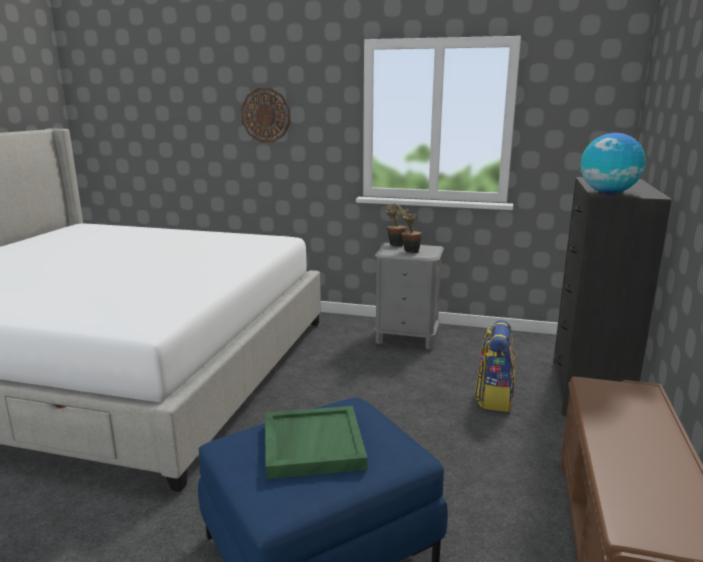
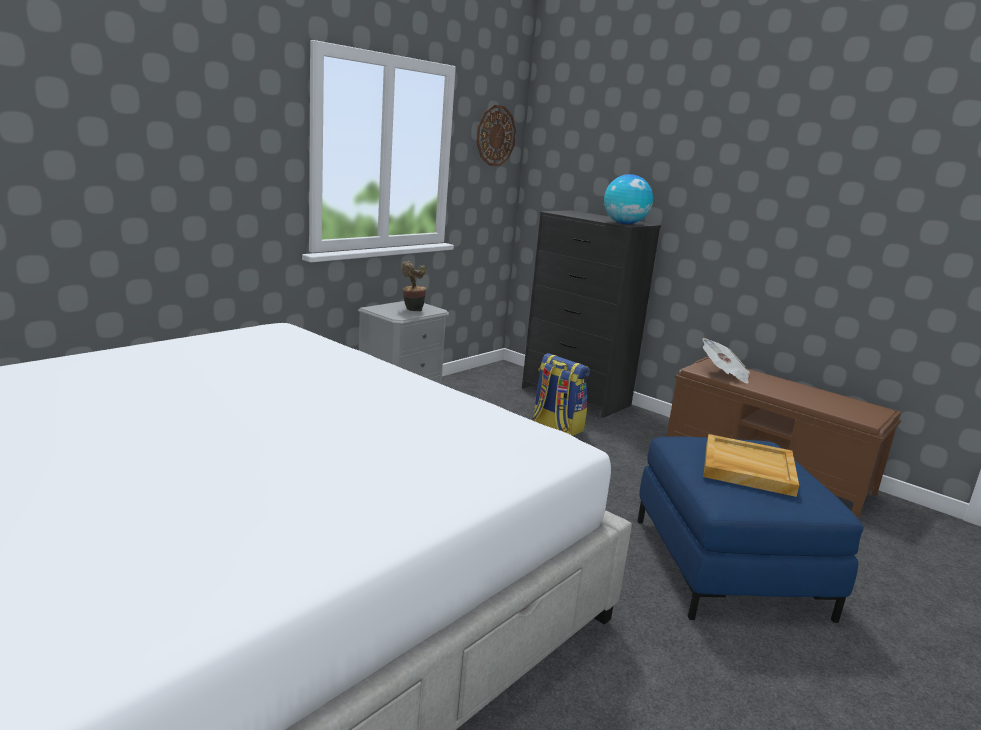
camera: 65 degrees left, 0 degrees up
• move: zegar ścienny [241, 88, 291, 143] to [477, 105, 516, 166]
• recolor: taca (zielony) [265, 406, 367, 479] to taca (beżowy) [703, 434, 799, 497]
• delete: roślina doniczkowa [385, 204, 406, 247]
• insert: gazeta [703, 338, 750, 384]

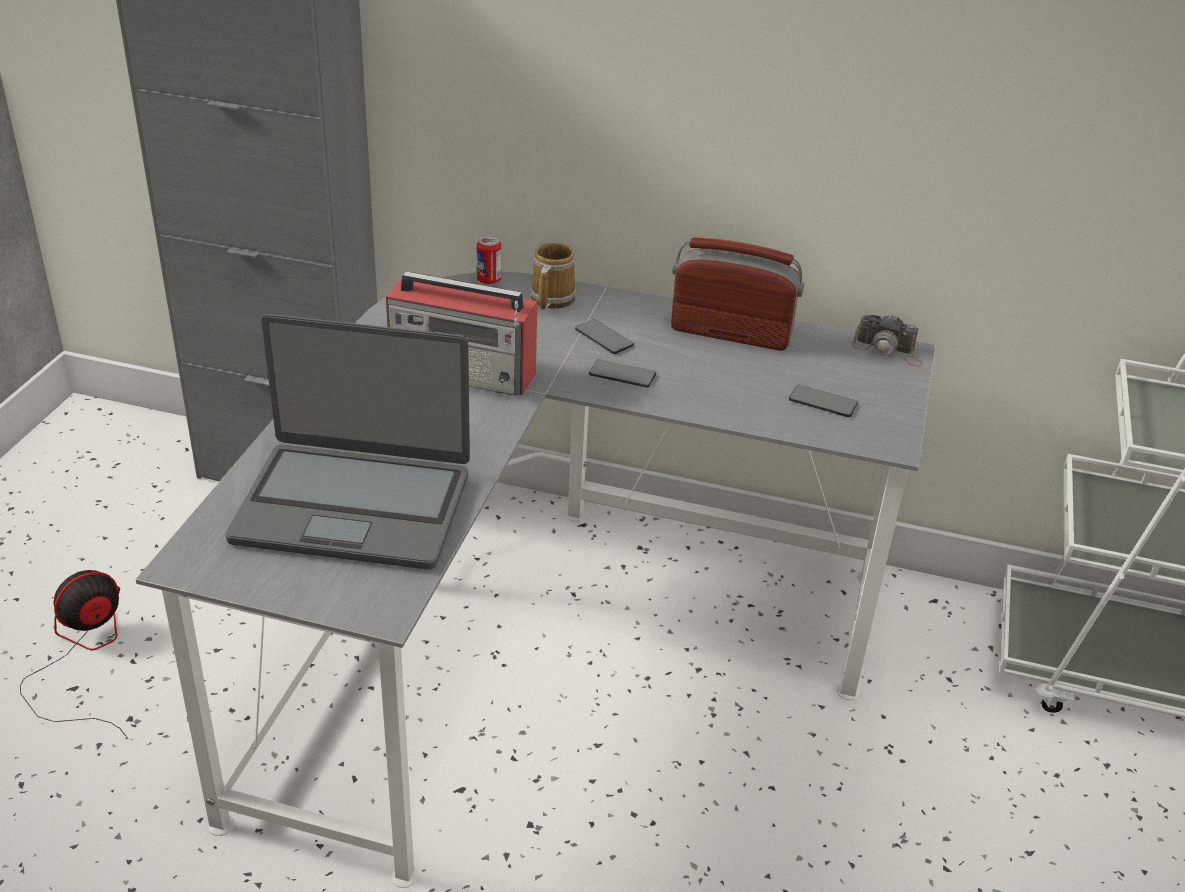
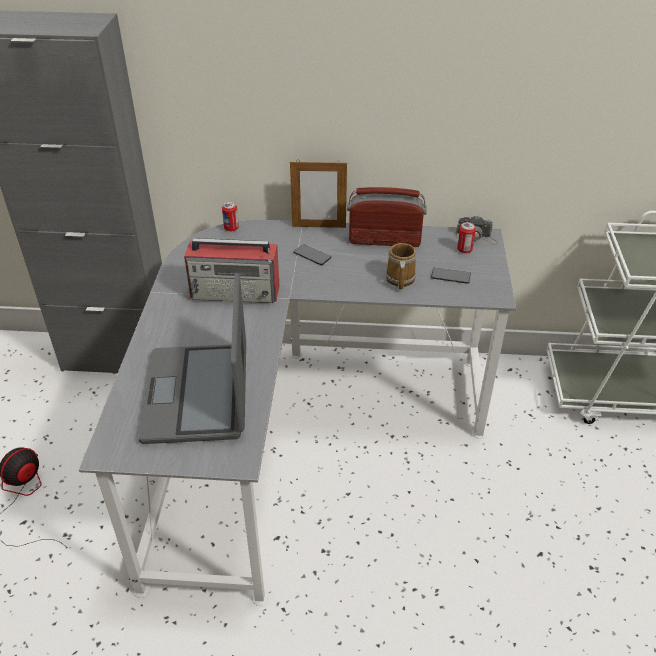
camera: 10 degrees left, 5 degrees up
• rotate: laptop [225, 314, 470, 570] = [138, 273, 246, 444] 90 degrees clockwise
• move: kubek [531, 242, 576, 310] to [386, 243, 416, 290]
• delete: telefon [589, 359, 656, 388]
• insert: ramka na zdjęcie [290, 159, 347, 228]
• insert: puszka [457, 222, 476, 253]

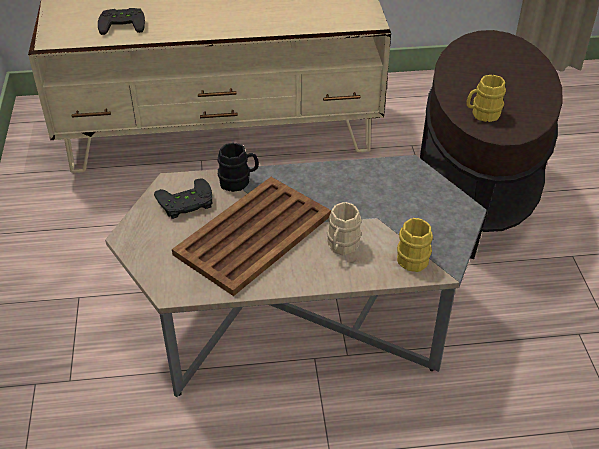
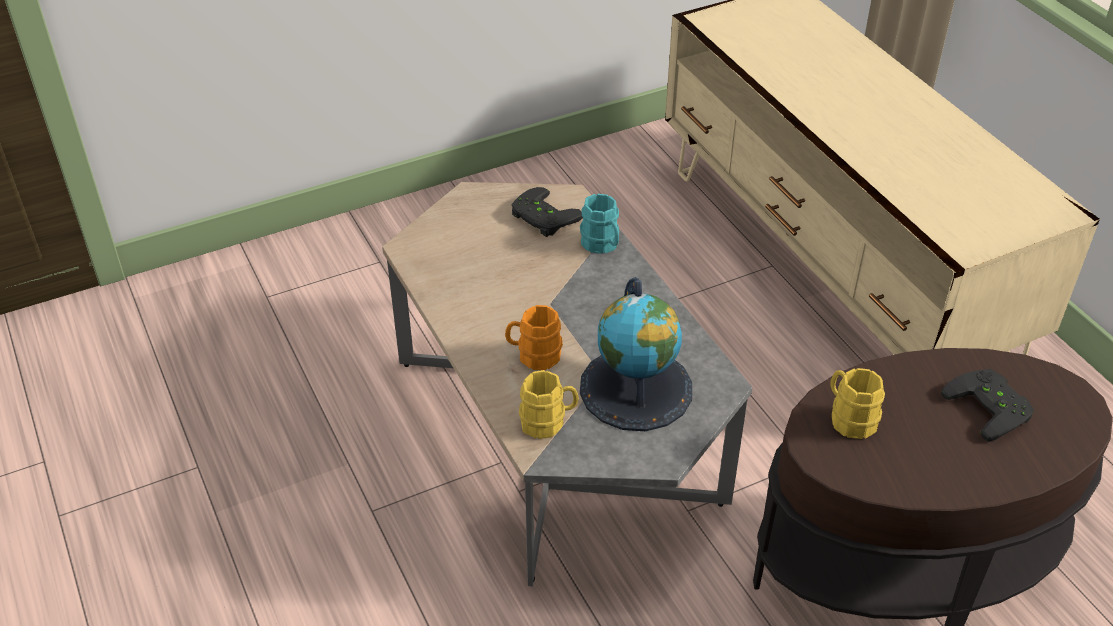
camera: 70 degrees right, 0 degrees up
• move: pad do gier (czarny) [98, 8, 145, 35] to [941, 369, 1034, 442]
• delete: taca (brązowy) [172, 177, 331, 296]
• recolor: kubek (czarny) [218, 143, 259, 192] to kubek (turkusowy) [580, 194, 619, 254]
• recolor: kubek (beżowy) [327, 202, 362, 256] to kubek (pomarańczowy) [505, 305, 563, 370]
• insert: globus [580, 277, 692, 431]

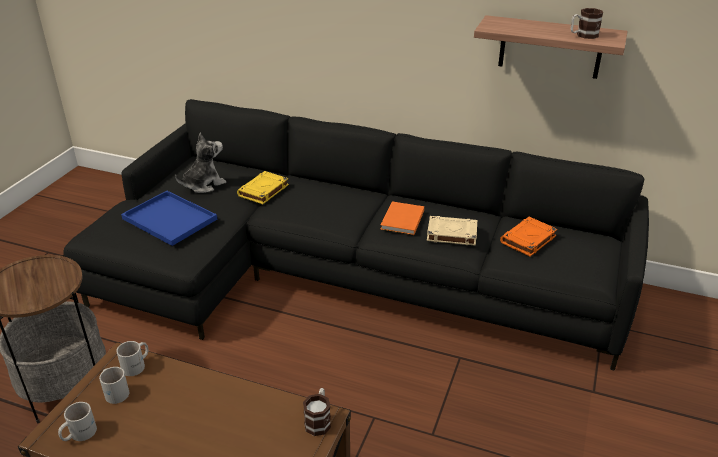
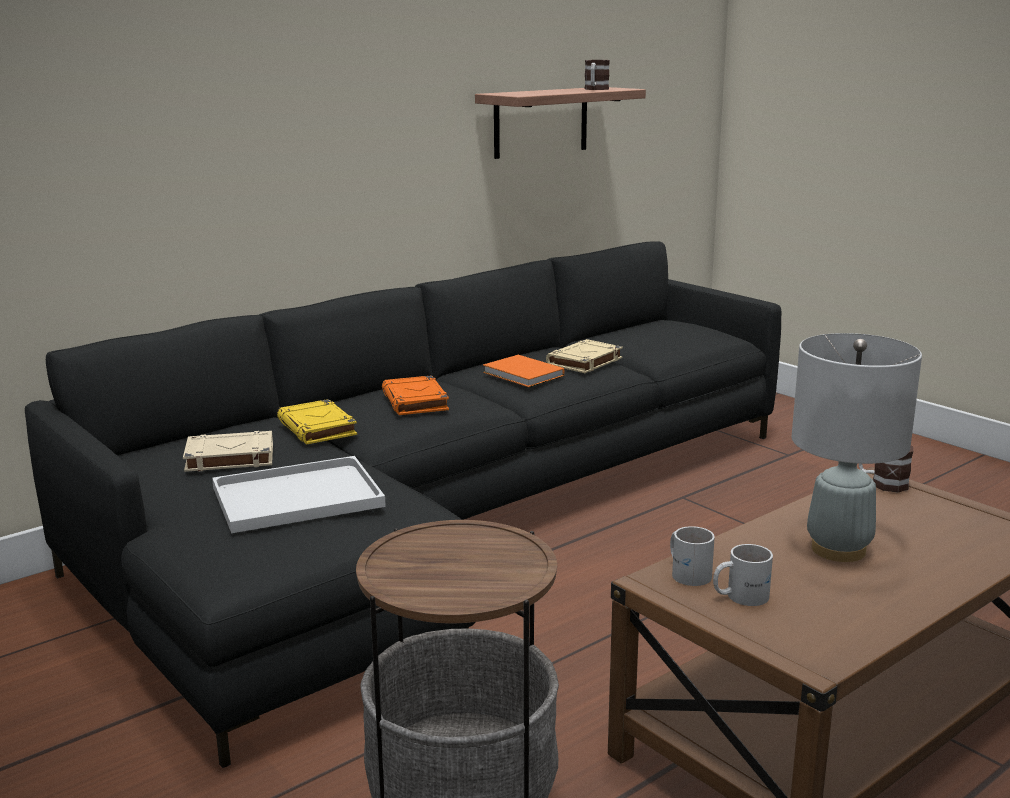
camera: 60 degrees left, 15 degrees down
• delete: kubek (biały) [58, 402, 97, 441]
• recolor: taca (niebieski) [121, 191, 217, 246] to taca (biały) [212, 456, 386, 533]
• replace: pluszak [175, 133, 226, 193] to książka (beżowy) [183, 431, 273, 472]
• move: książka (pomarańczowy) [500, 217, 557, 256] to [382, 375, 449, 415]
• insert: lampa stołowa (szary) [792, 333, 922, 562]

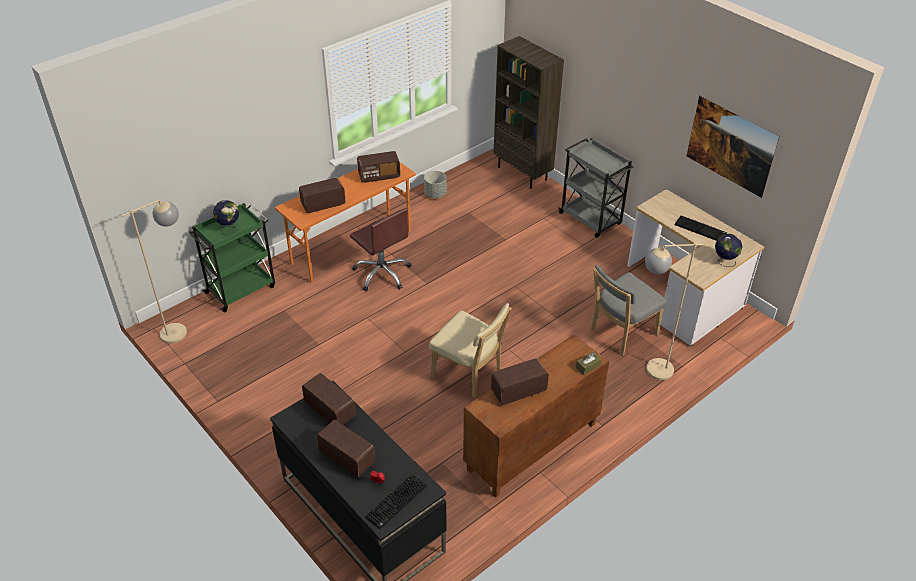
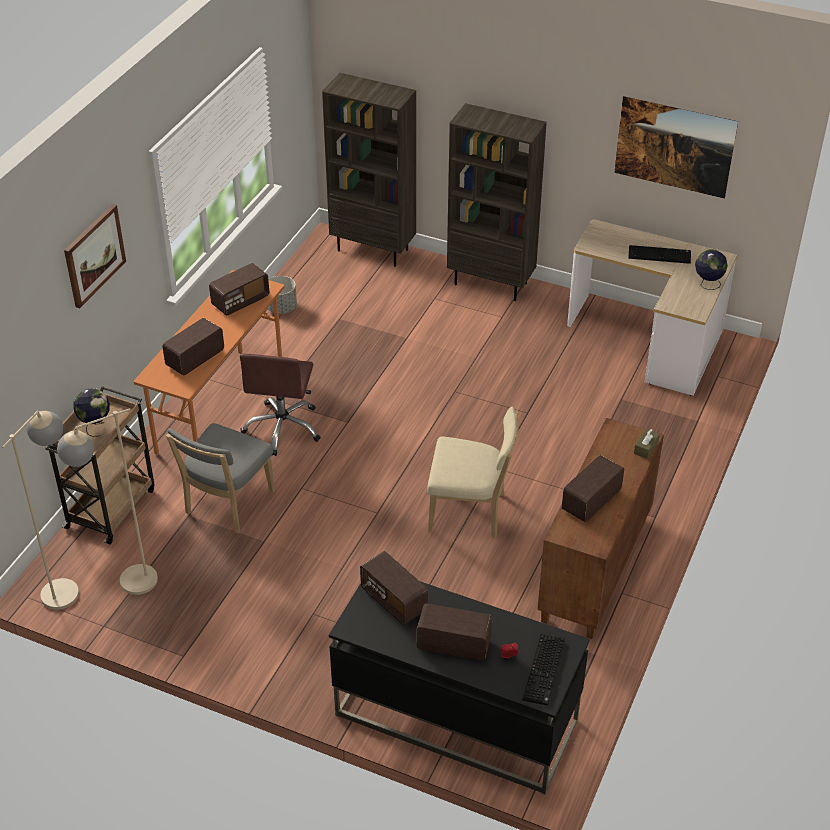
camera: 25 degrees left, 0 degrees up
• recolor: wózek (zielony) [188, 203, 275, 312] to wózek (brązowy) [45, 386, 154, 544]
• rotate: radio [302, 373, 356, 425] = [360, 551, 428, 625] 150 degrees counterclockwise
• rotate: krzesło biurowe (brązowy) [350, 208, 411, 291] = [240, 354, 321, 456] 75 degrees clockwise
• replace: wózek (szary) [558, 138, 634, 238] to regał (brązowy) [447, 103, 547, 301]
• move: krzesło (szary) [590, 265, 667, 356] to [166, 423, 275, 533]
• move: lampa stojąca (beżowy) [645, 242, 707, 380] to [57, 408, 158, 595]
• insert: obraz [64, 204, 126, 308]

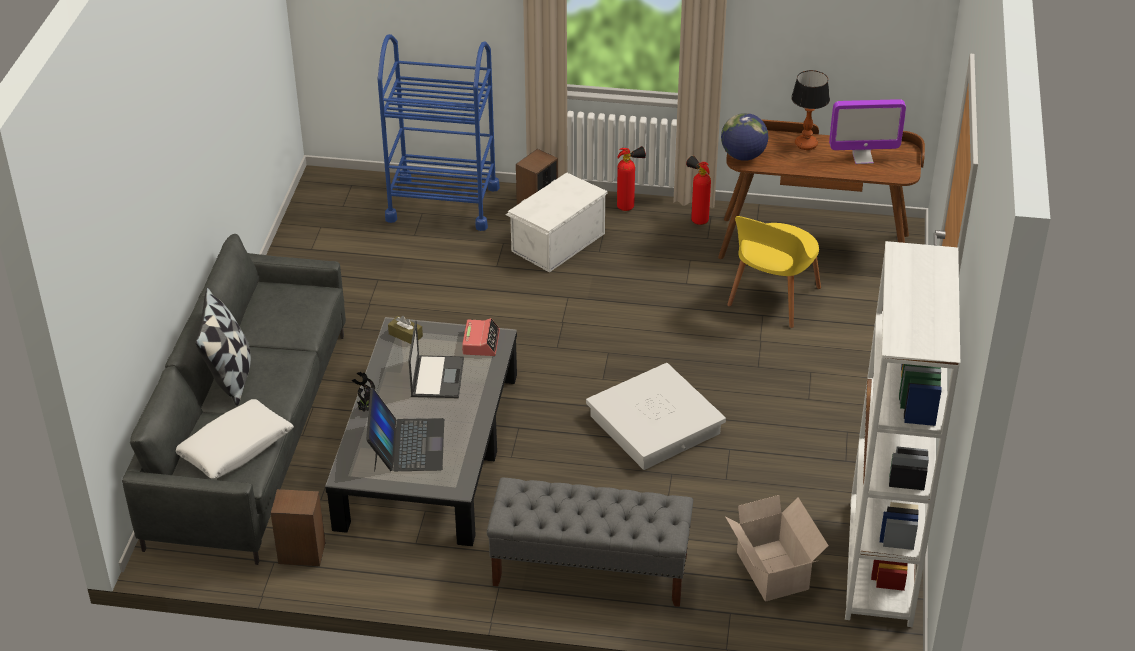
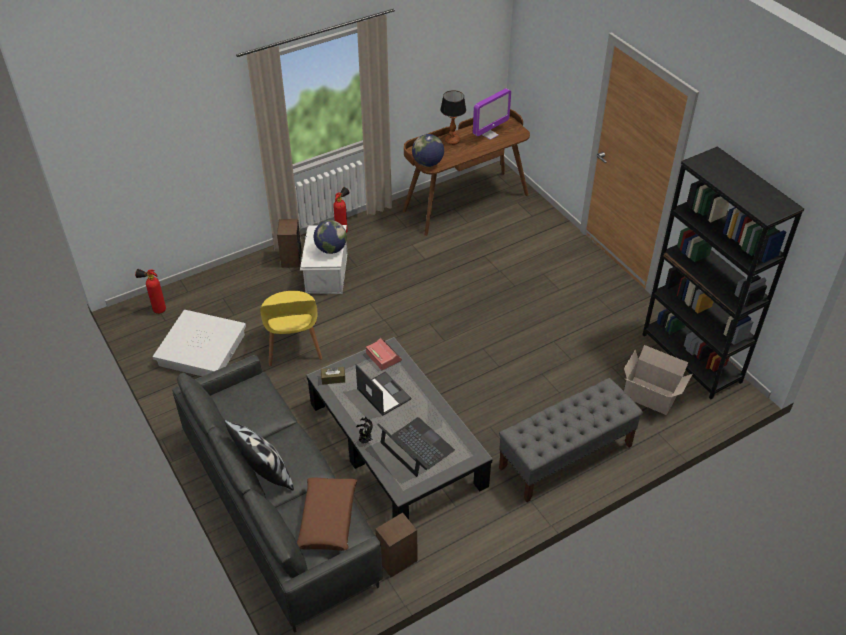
camera: 40 degrees left, 5 degrees up
• recolor: poduszka (biały) [176, 399, 294, 479] to poduszka (brązowy) [297, 478, 357, 551]
• delete: wózek (niebieski) [377, 34, 500, 231]
• move: pojemnik do przechowywania (biały) [586, 363, 726, 470] to [153, 310, 246, 376]
• move: gaśnica [686, 156, 711, 225] to [135, 269, 166, 314]
• move: krzesło (żółty) [727, 216, 821, 328] to [260, 291, 323, 366]
• recolor: regał (biały) [845, 241, 960, 627] to regał (czarny) [642, 146, 804, 399]
• insert: globus [314, 220, 347, 254]

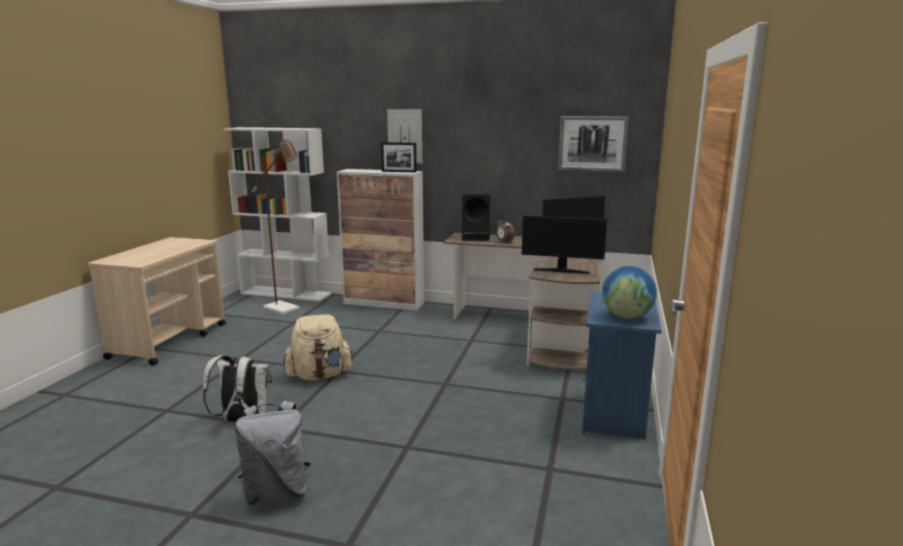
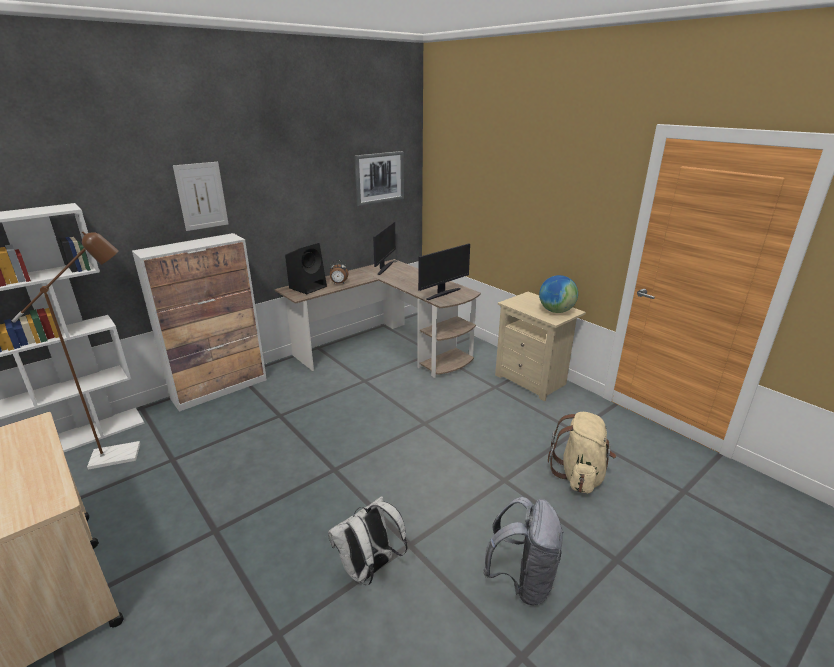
camera: 55 degrees left, 10 degrees up
• move: plecak (beżowy) [284, 314, 353, 380] to [548, 412, 616, 493]
• delete: ramka na zdjęcie [381, 142, 417, 172]
• recolor: szafka nocna (niebieski) [582, 292, 662, 439] to szafka nocna (beżowy) [495, 292, 586, 401]

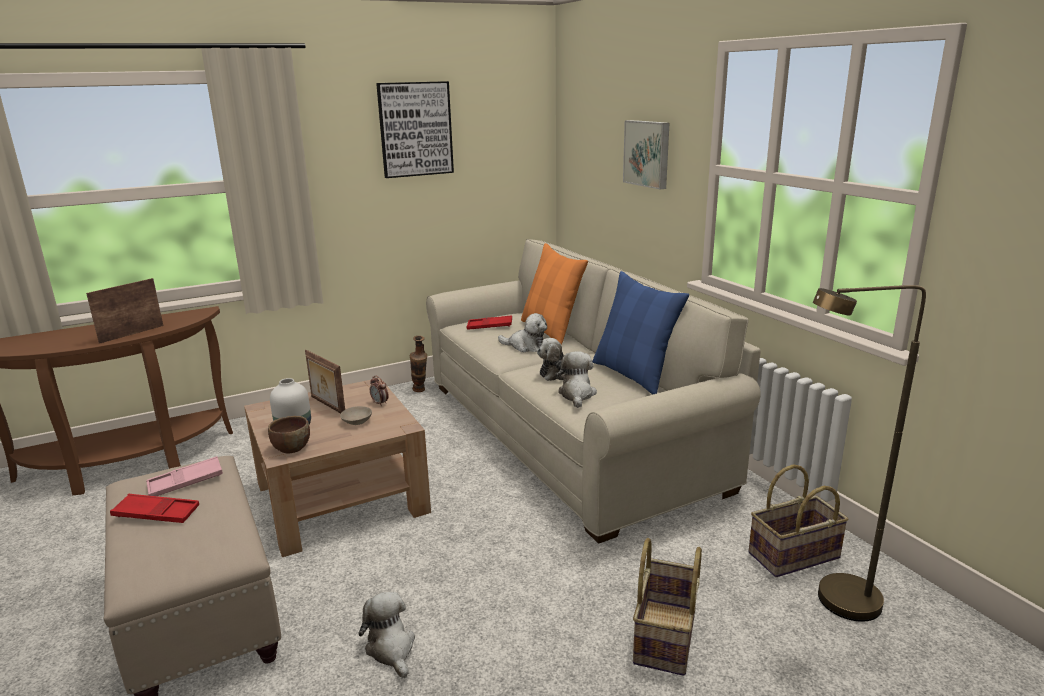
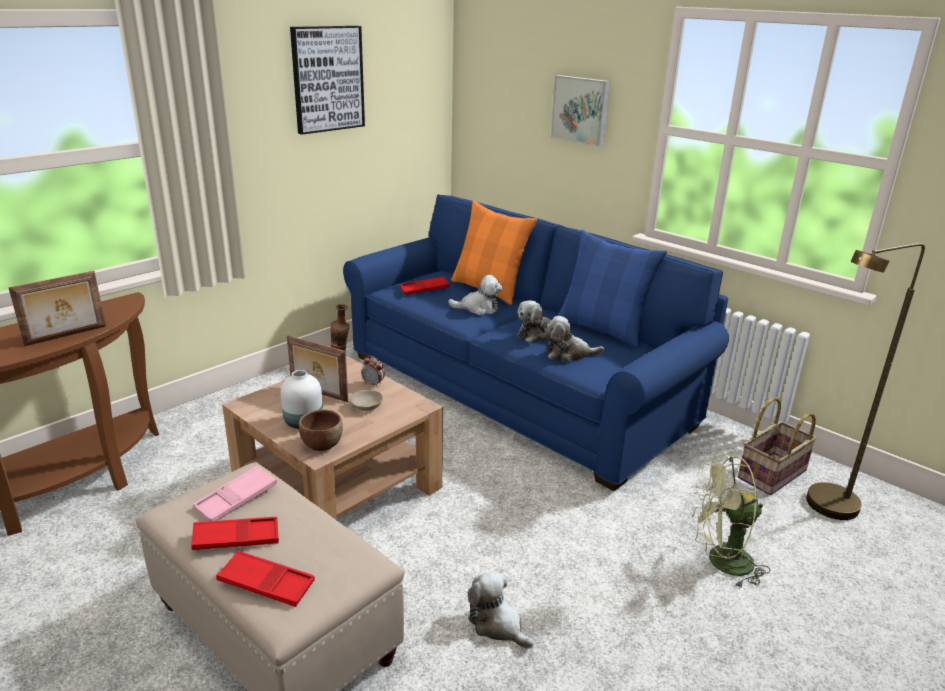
camera: 20 degrees left, 5 degrees up
• rotate: ramka na zdjęcie [86, 278, 163, 344] = [9, 271, 106, 346] 150 degrees counterclockwise
• recolor: kanapa (beżowy) [426, 239, 761, 544] to kanapa (niebieski) [343, 195, 729, 491]
• rotate: pluszak [555, 351, 597, 408] = [544, 316, 604, 362] 75 degrees counterclockwise
• replace: koszyk [633, 538, 702, 676] to wentylator (zielony) [691, 454, 770, 588]
• insert: taca (czerwony) [216, 550, 315, 607]

